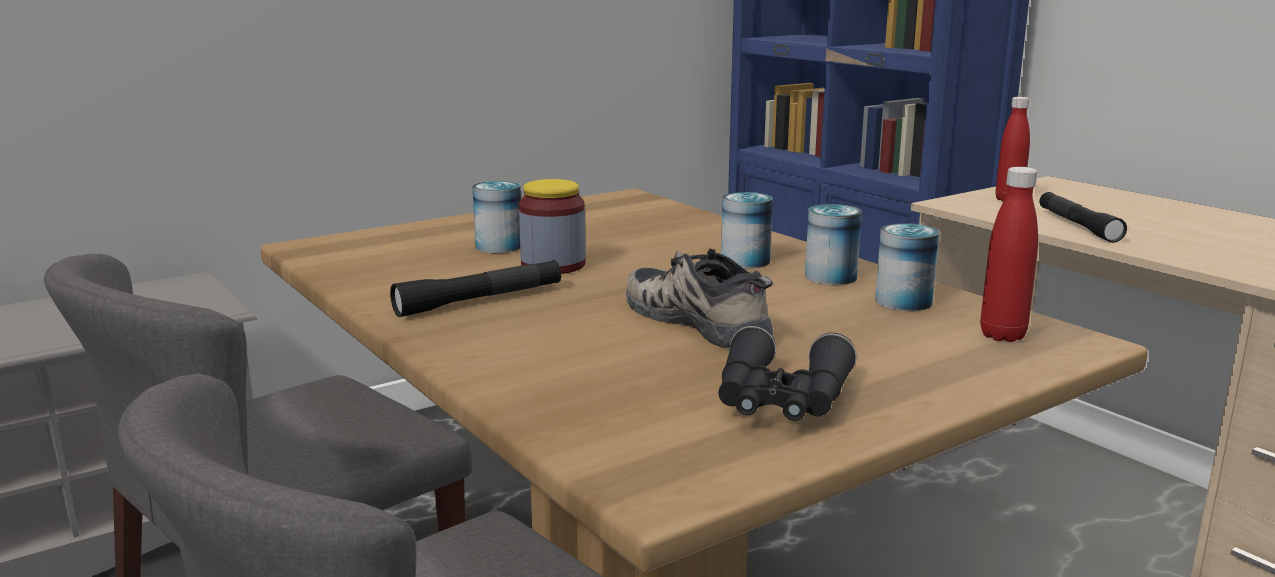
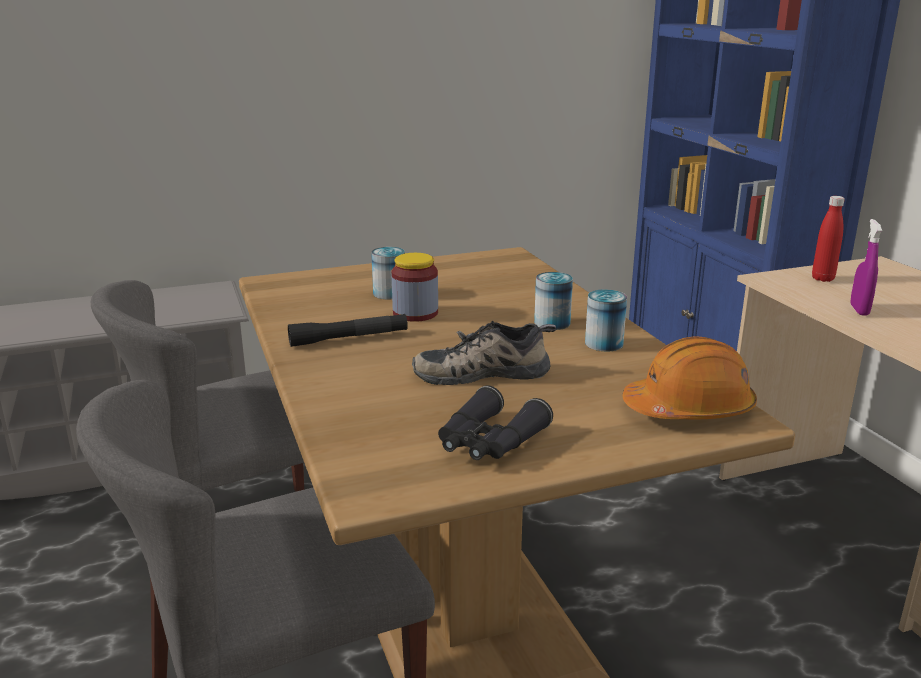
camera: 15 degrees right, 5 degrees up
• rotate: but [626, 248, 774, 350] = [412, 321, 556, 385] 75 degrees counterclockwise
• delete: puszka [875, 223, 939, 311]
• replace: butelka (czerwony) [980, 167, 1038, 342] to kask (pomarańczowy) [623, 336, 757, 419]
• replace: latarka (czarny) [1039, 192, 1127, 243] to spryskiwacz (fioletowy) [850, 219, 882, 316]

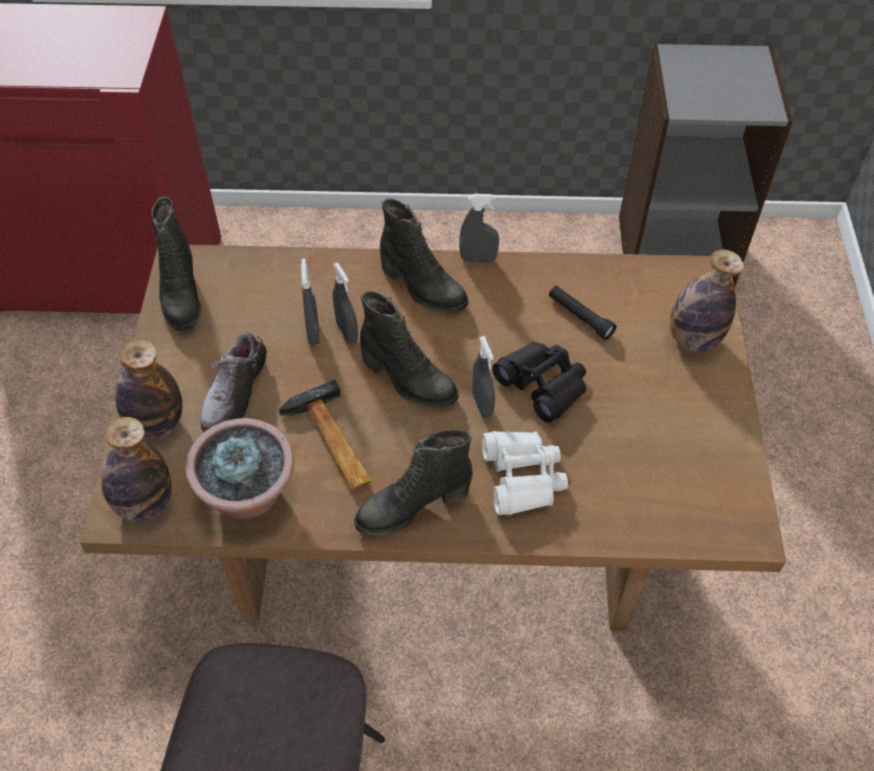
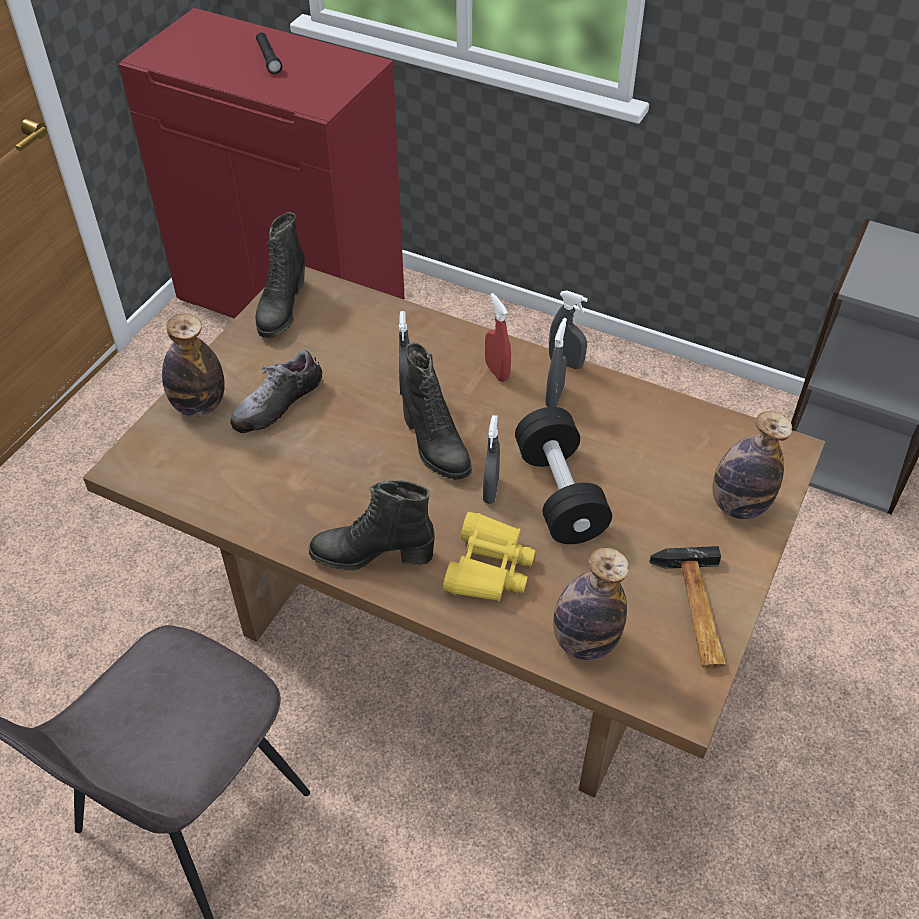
camera: 25 degrees right, 5 degrees down
• move: butelka [101, 417, 171, 522] to [553, 548, 629, 660]
• delete: roślina doniczkowa [185, 418, 294, 519]
• move: młotek [279, 379, 372, 491] to [649, 546, 726, 668]
• move: spryskiwacz (szary) [301, 258, 320, 346] to [545, 318, 567, 407]
• replace: but z cholewką (czarny) [380, 199, 468, 313] to spryskiwacz (czerwony) [485, 293, 511, 382]
• recolor: lornetka (biały) [482, 431, 568, 515] to lornetka (żółty) [443, 512, 536, 602]
• replace: lornetka (czarny) [492, 342, 586, 423] to hantel (czarny) [515, 407, 612, 544]
• move: latarka (czarny) [549, 286, 616, 340] to [256, 32, 282, 74]

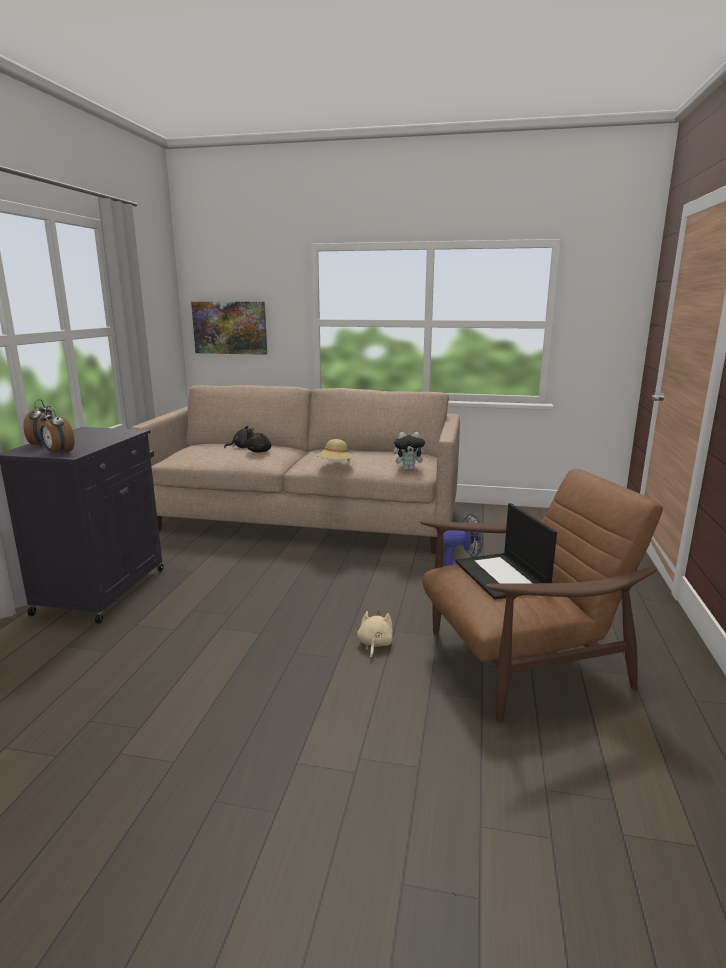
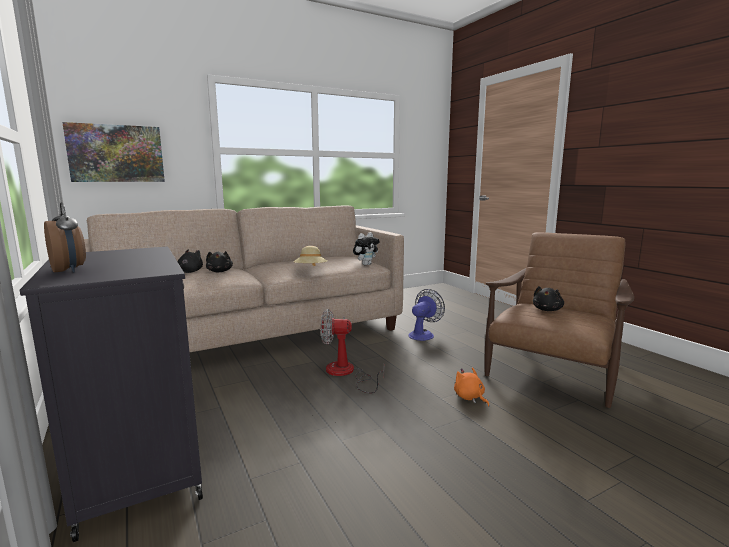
camera: 40 degrees left, 5 degrees down
• delete: budzik [40, 406, 74, 455]
• recolor: pluszak (beżowy) [357, 610, 393, 658] to pluszak (pomarańczowy) [454, 367, 489, 407]
• replace: laptop [455, 503, 557, 600] to pluszak (czarny) [533, 286, 564, 311]
• insert: wentylator [321, 309, 384, 393]

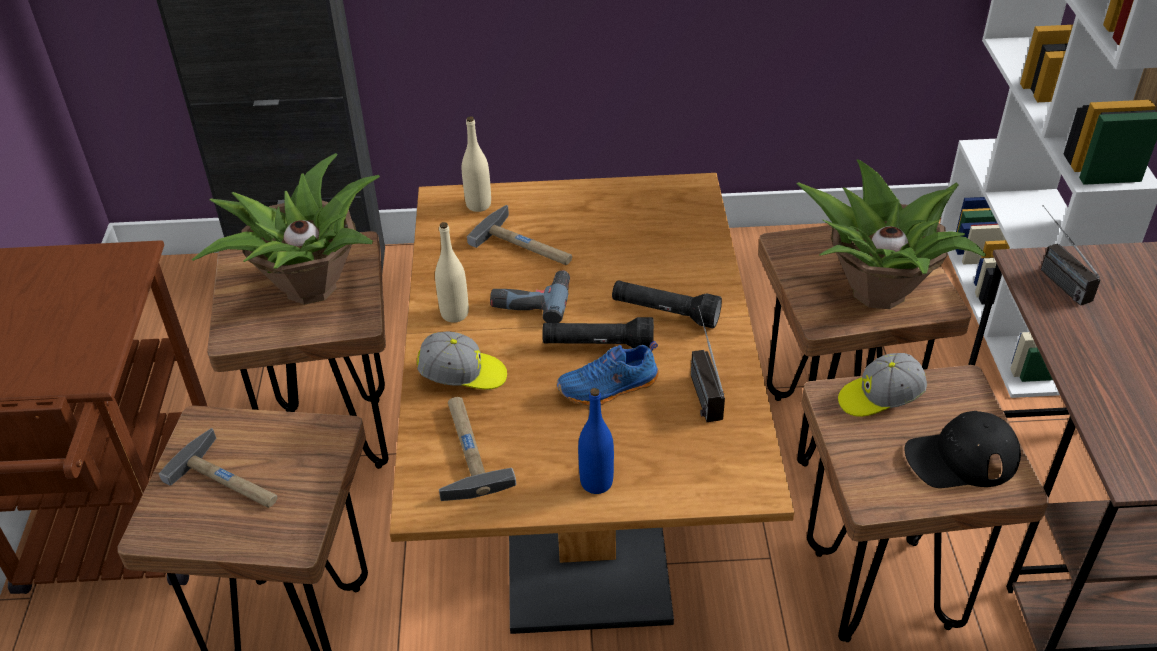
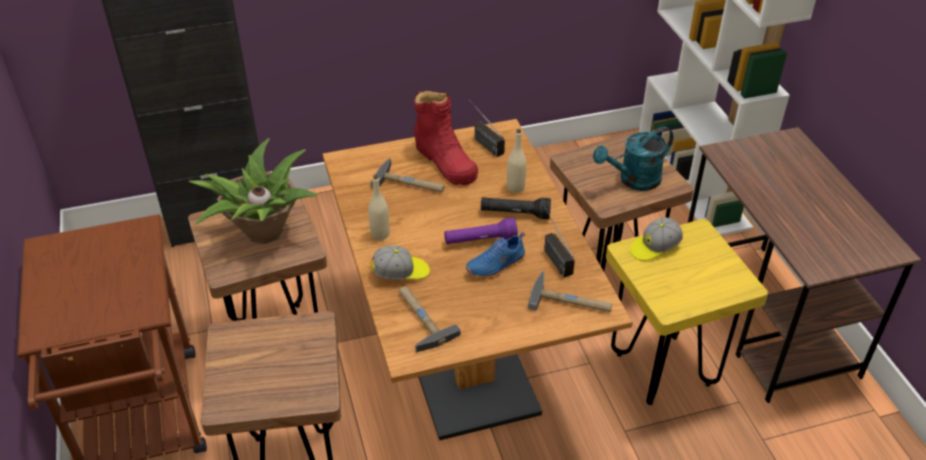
camera: 15 degrees left, 0 degrees up
• move: młotek [159, 428, 277, 508] to [528, 271, 612, 312]
• move: butelka (beżowy) [462, 116, 491, 212] to [507, 129, 526, 193]
• delete: wiertarka [490, 270, 570, 323]
• recolor: latarka (czarny) [542, 317, 654, 351] to latarka (fioletowy) [444, 218, 518, 244]
• delete: butelka (niebieski) [578, 388, 614, 494]
• replace: roślina doniczkowa [797, 160, 986, 309] to konewka (turkusowy) [593, 126, 673, 191]
• recolor: stołek (brązowy) [801, 365, 1049, 642] to stołek (żółty) [606, 219, 768, 405]
• delete: czapka z daszkiem (czarny) [905, 411, 1021, 488]
• move: radio [1041, 205, 1101, 306] to [469, 99, 505, 157]
• insert: but z cholewką (czerwony) [414, 91, 478, 185]

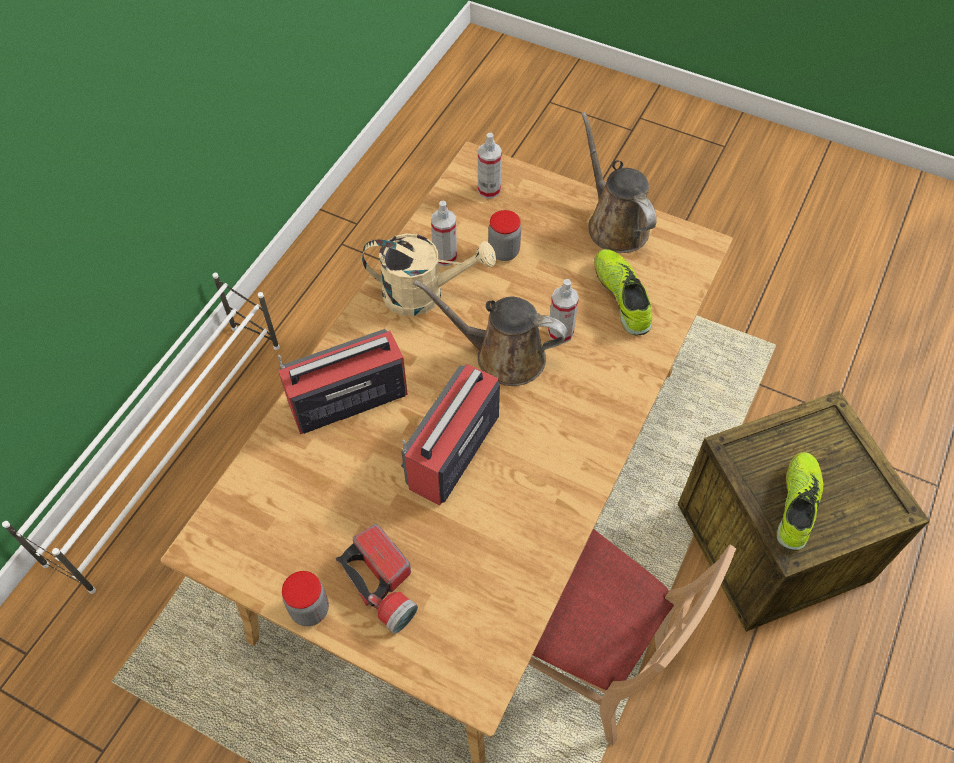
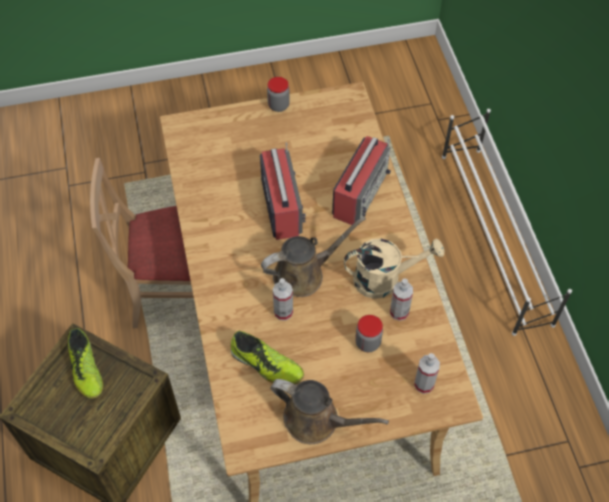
camera: 140 degrees right, 0 degrees up
• delete: latarka [336, 524, 418, 634]
• rotate: konewka (beżowy) [362, 233, 496, 316] = [344, 238, 444, 299] 150 degrees counterclockwise

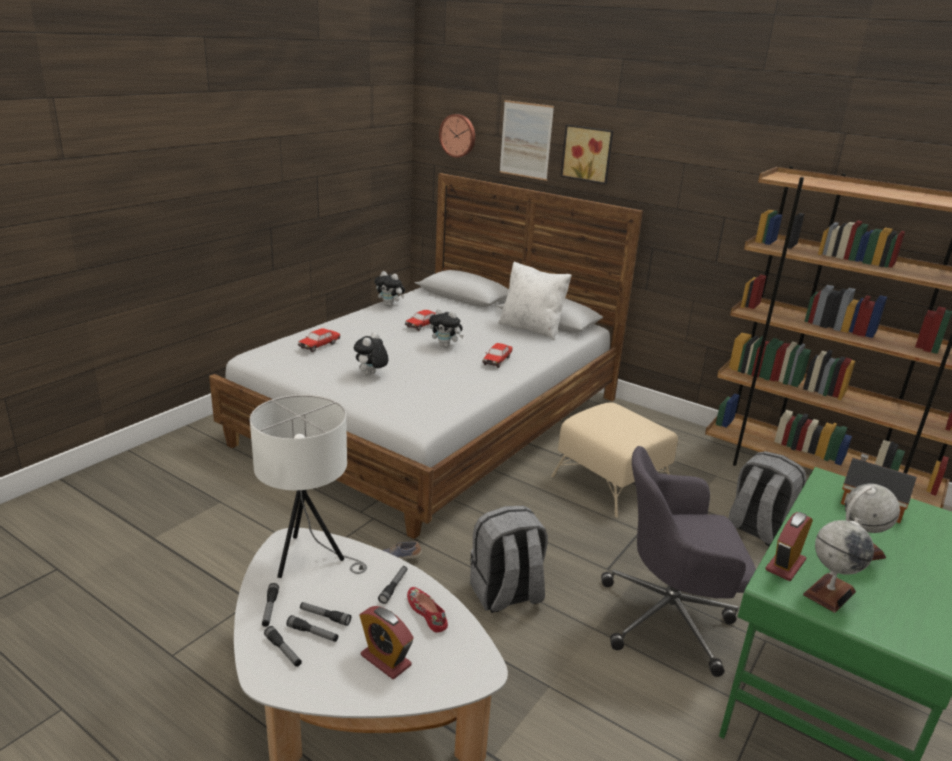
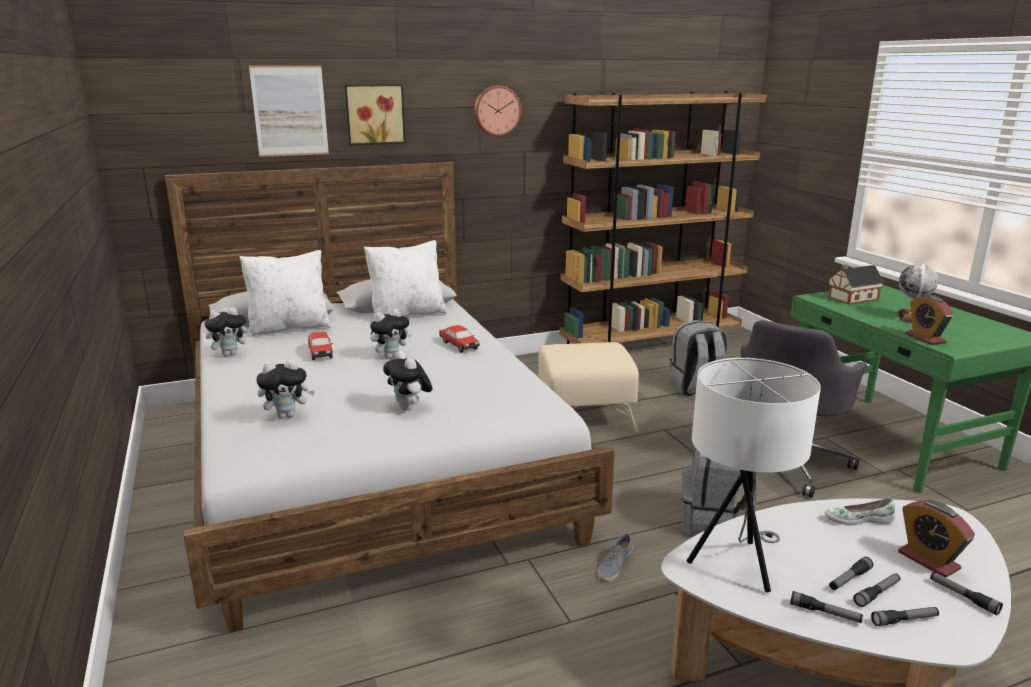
camera: 55 degrees left, 5 degrees down
• replace: samochodzik [298, 328, 341, 352] to pluszak [256, 360, 315, 419]
• rotate: budzik [360, 606, 414, 679] = [898, 500, 975, 577] 75 degrees clockwise
• move: latarka [378, 566, 407, 604] to [930, 572, 1003, 615]
• recolor: but (czerwony) [407, 587, 448, 633] to but (biały) [825, 498, 895, 525]
• move: zegar ścienny [439, 114, 475, 158] to [474, 85, 522, 136]
• delete: globus [803, 518, 874, 613]
• insert: poduszka (biały) [239, 250, 331, 337]

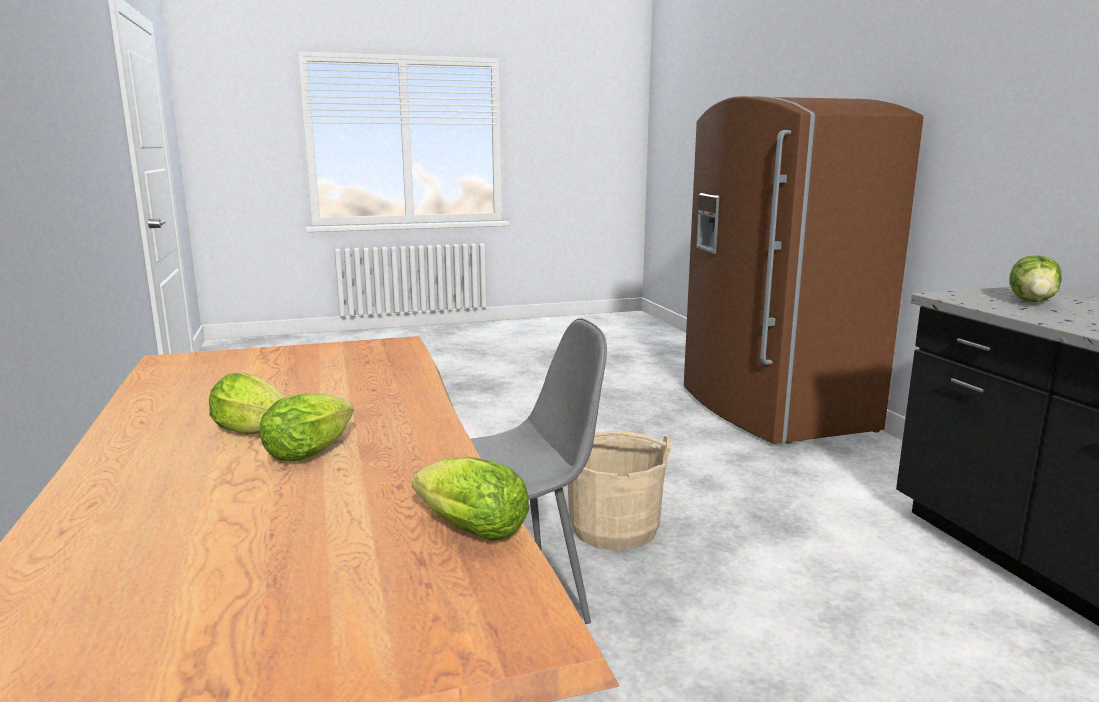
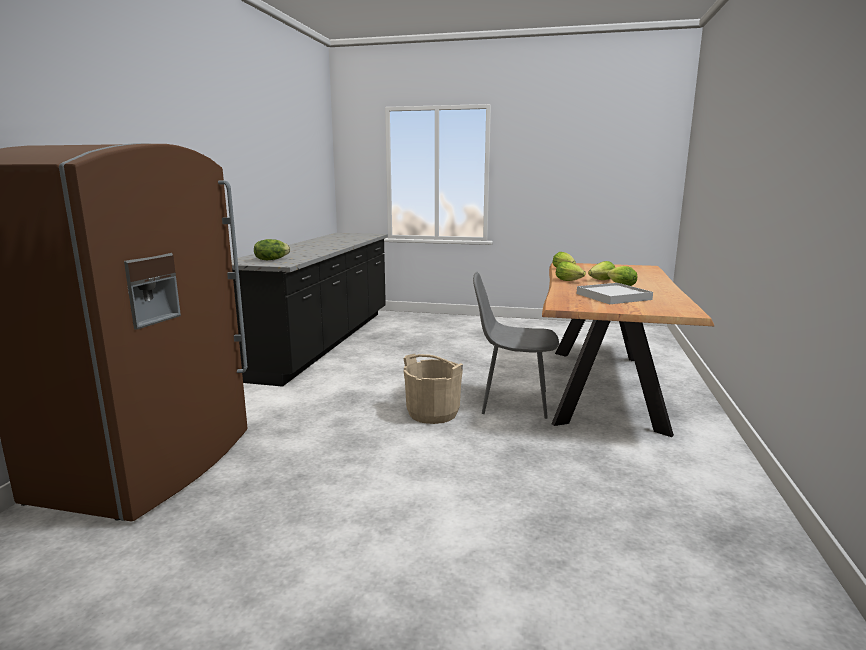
camera: 150 degrees left, 0 degrees up
• insert: sałata [556, 261, 586, 281]
• insert: taca (biały) [577, 283, 653, 304]

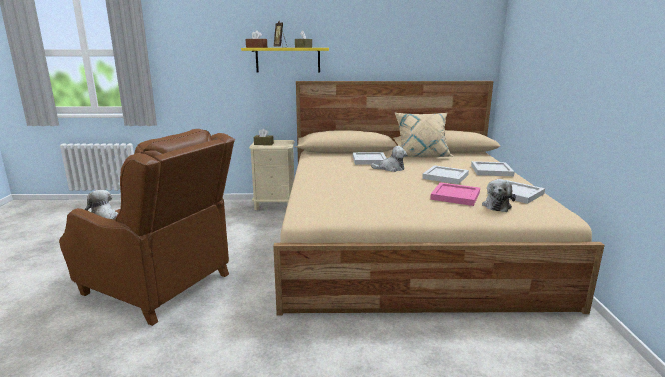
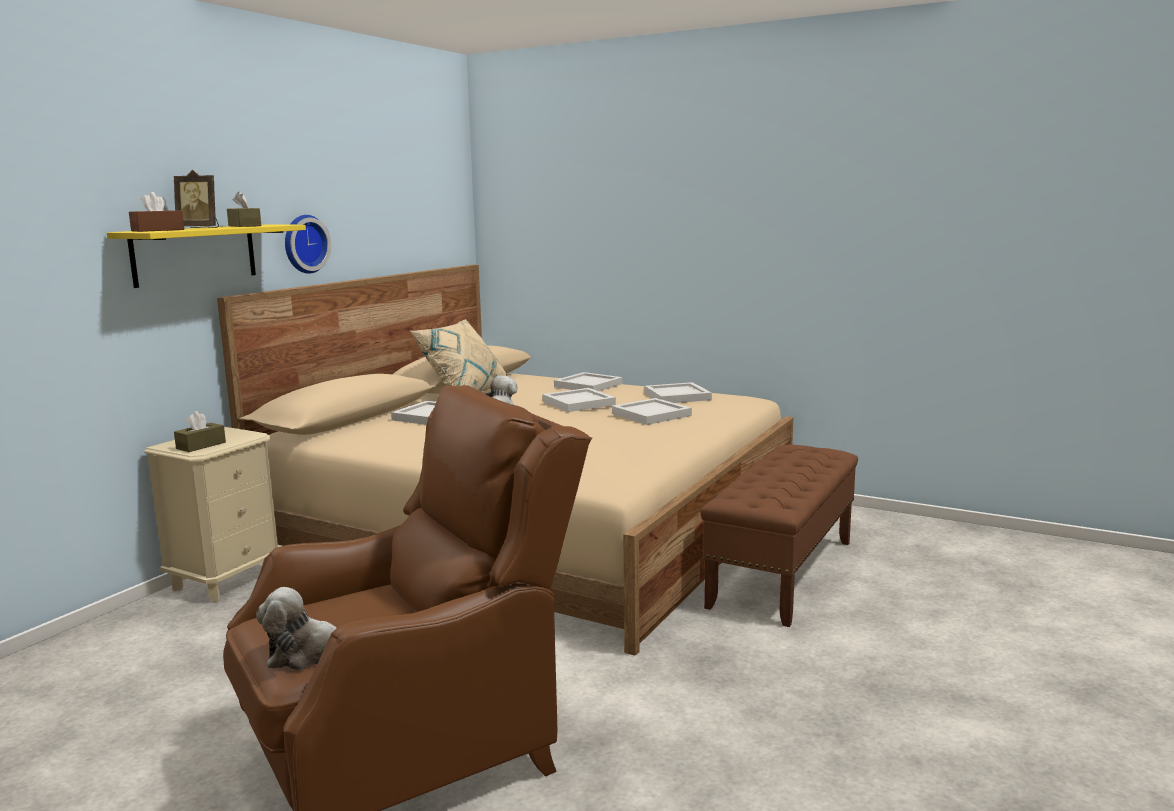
camera: 60 degrees left, 5 degrees down
• recolor: taca (różowy) [430, 182, 480, 206] to taca (biały) [612, 398, 692, 425]
• delete: pluszak [482, 179, 516, 212]
• insert: zegar ścienny [285, 215, 331, 274]
• insert: ławka (brązowy) [700, 445, 858, 627]

